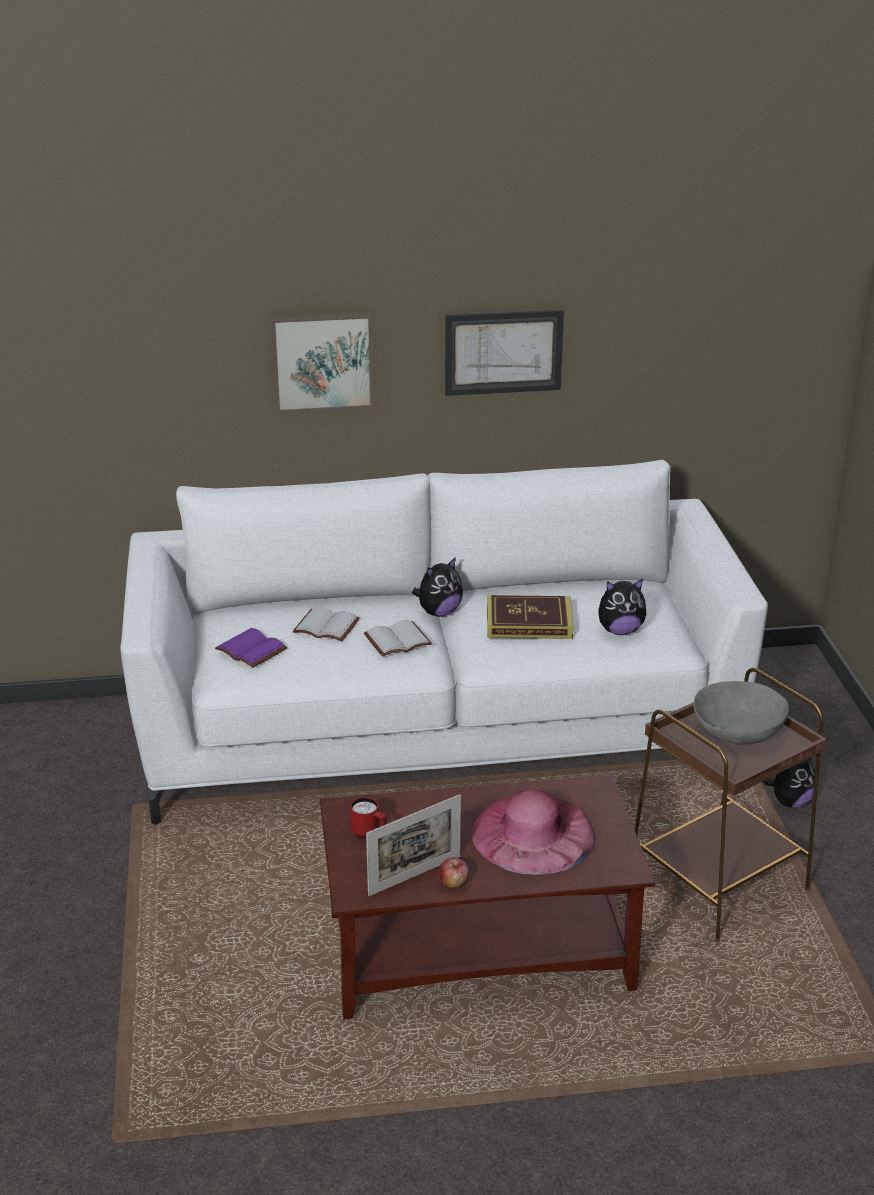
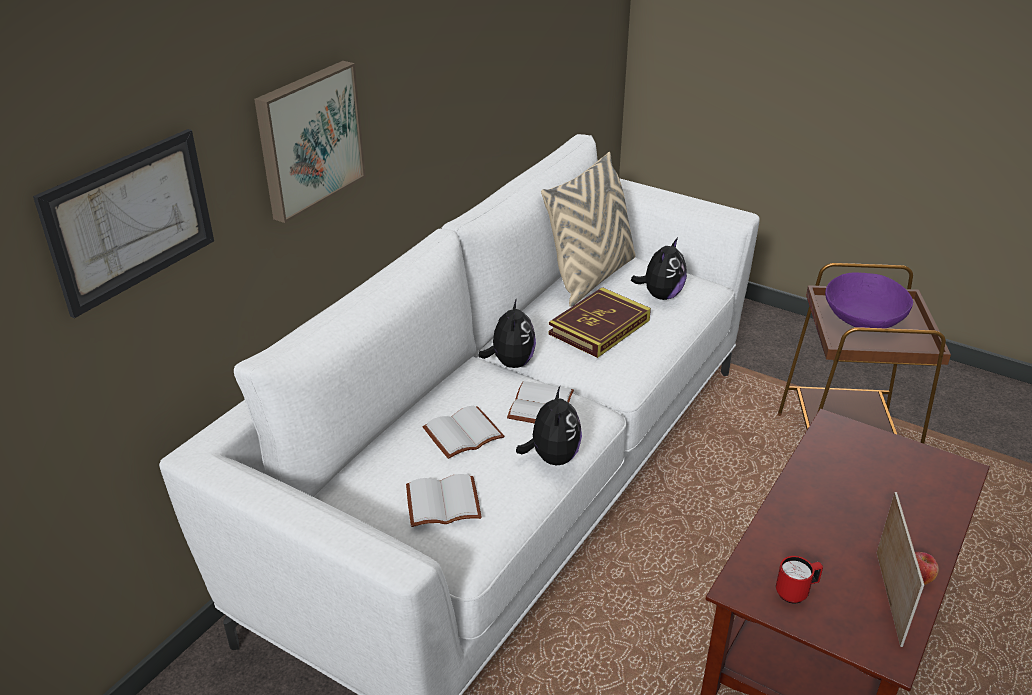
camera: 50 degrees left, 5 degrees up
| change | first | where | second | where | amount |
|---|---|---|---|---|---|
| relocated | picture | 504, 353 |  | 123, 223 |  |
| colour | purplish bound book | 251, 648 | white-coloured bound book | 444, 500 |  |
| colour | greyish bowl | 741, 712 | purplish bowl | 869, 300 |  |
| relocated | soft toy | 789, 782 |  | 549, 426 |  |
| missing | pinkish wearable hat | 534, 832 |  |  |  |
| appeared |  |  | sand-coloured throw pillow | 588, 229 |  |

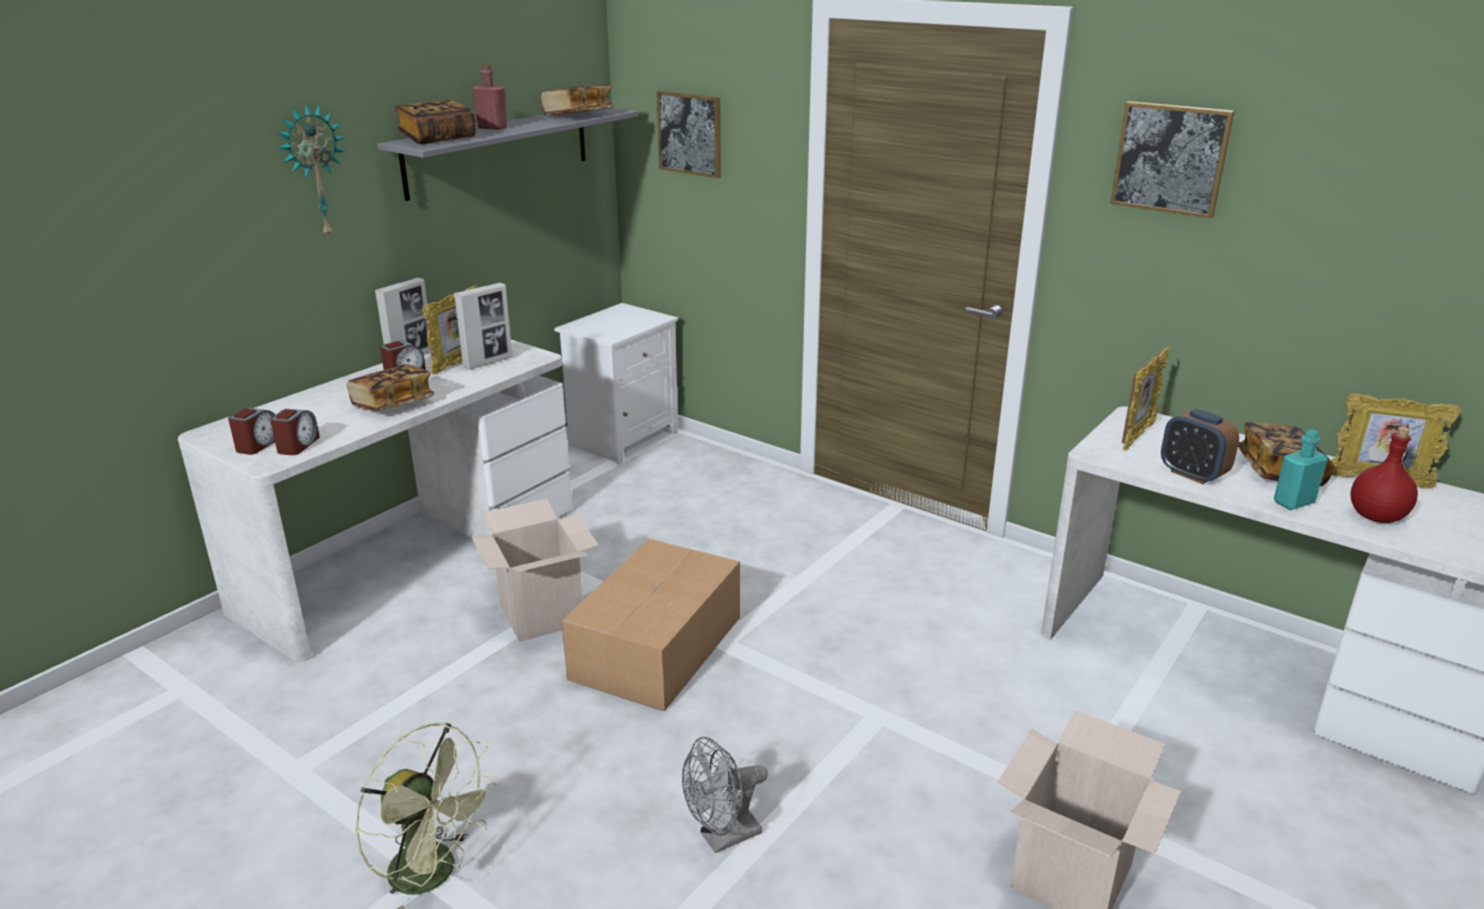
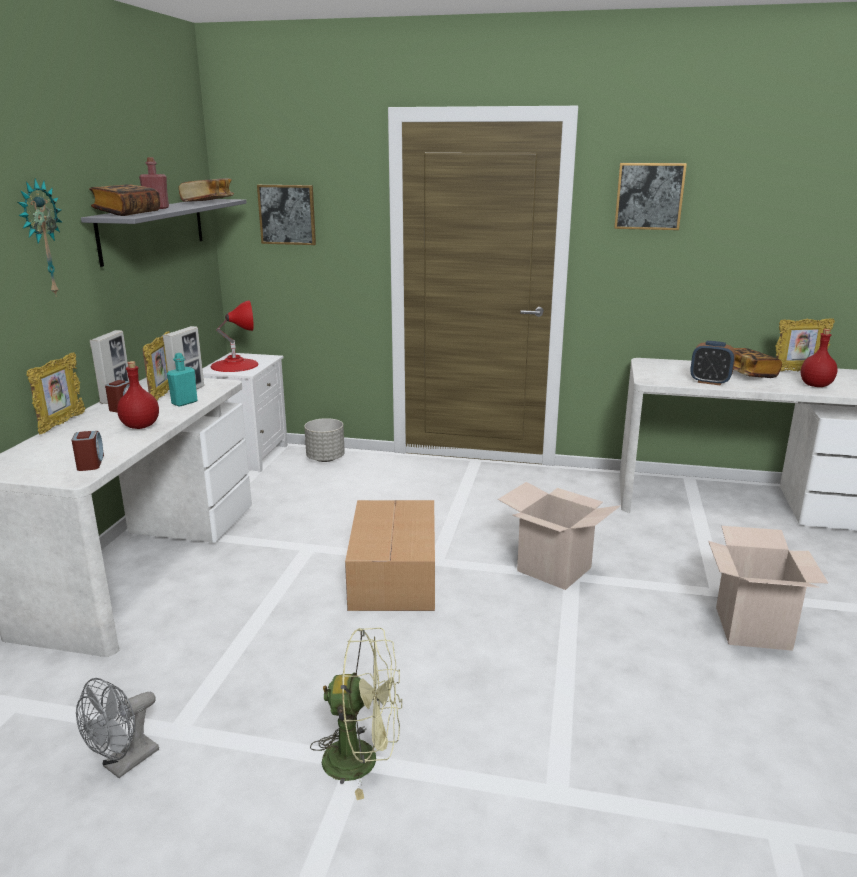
camera: 25 degrees left, 5 degrees down
| change | first | where | second | where | amount |
|---|---|---|---|---|---|
| relocated | standing frame | 1145, 399 |  | 55, 393 |  |
| exchanged | bound book | 390, 387 | red bottle | 138, 395 |  |
| missing | alarm clock | 251, 431 |  |  |  |
| relocated | turquoise-coloured bottle | 1301, 469 |  | 182, 380 |  |
| relocated | packing box | 535, 570 |  | 559, 536 |  |
| relocated | greyish fan | 725, 795 |  | 117, 728 |  |
| appeared |  |  | red lamp for a table | 235, 336 |  |
| appeared |  |  | greyish planter | 324, 440 |  |

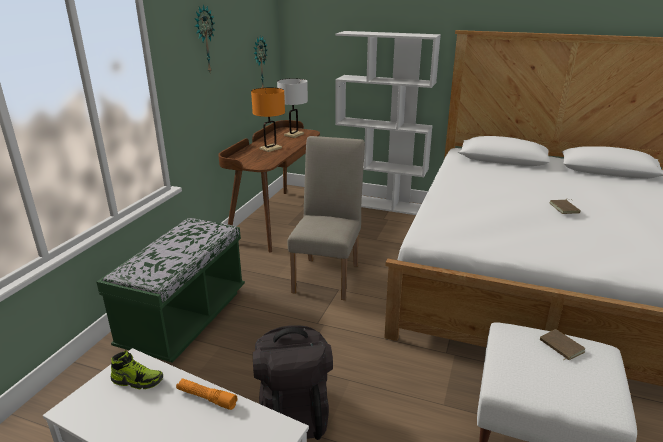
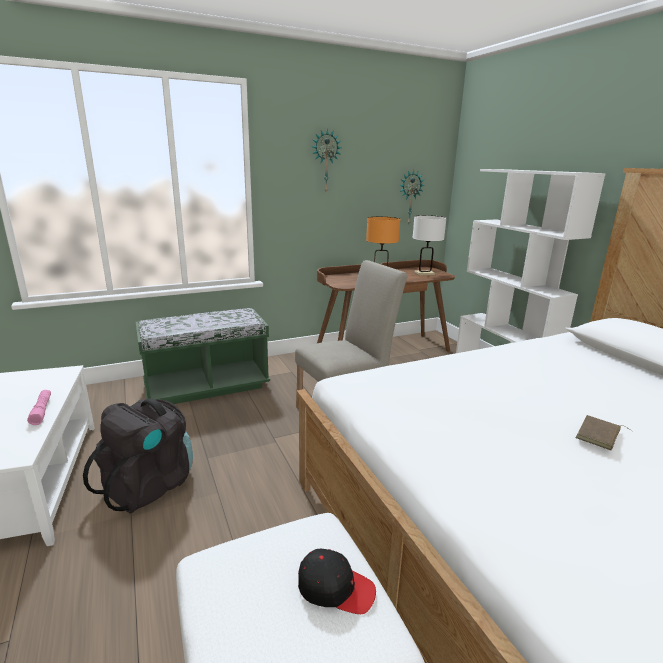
camera: 45 degrees right, 5 degrees down
| change | first | where | second | where | amount |
|---|---|---|---|---|---|
| exchanged | brown bound book | 563, 344 | black cap | 337, 581 |  |
| missing | item of footwear | 137, 370 |  |  |  |
| colour | orange torch | 206, 394 | pinkish torch | 39, 407 |  |

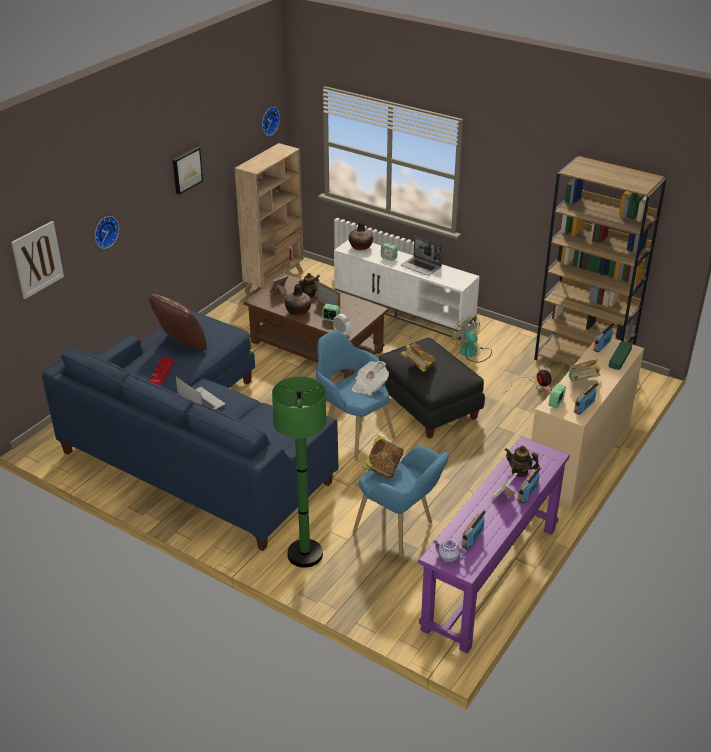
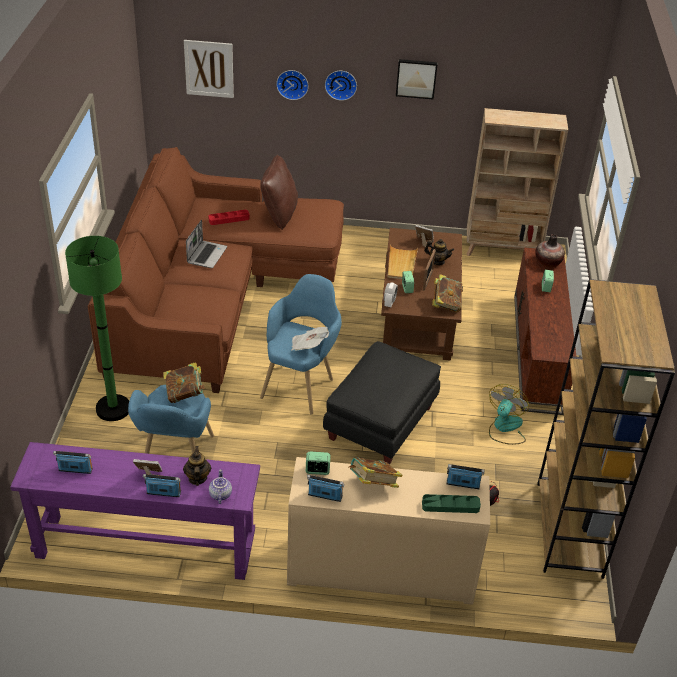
camera: 60 degrees right, 5 degrees up
| change | first | where | second | where | amount |
|---|---|---|---|---|---|
| relocated | wall clock | 271, 121 |  | 341, 86 |  |
| missing | portable computer | 422, 256 |  |  |  |
| colour | white-coloured tv unit | 407, 290 | brown tv unit | 545, 331 |  |
| exchanged | vase | 298, 300 | sand-coloured carrying tray | 402, 262 |  |
| colour | blue sofa | 190, 431 | brown sofa | 216, 270 |  |
| relocated | bound book | 418, 357 |  | 447, 293 |  |
| relocated | tea pot | 449, 551 |  | 220, 486 |  |

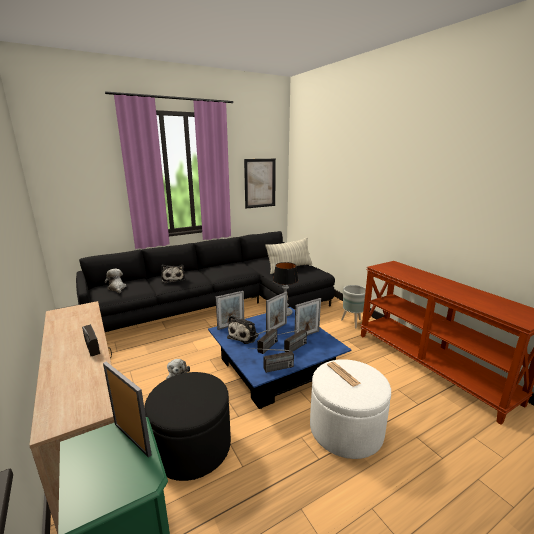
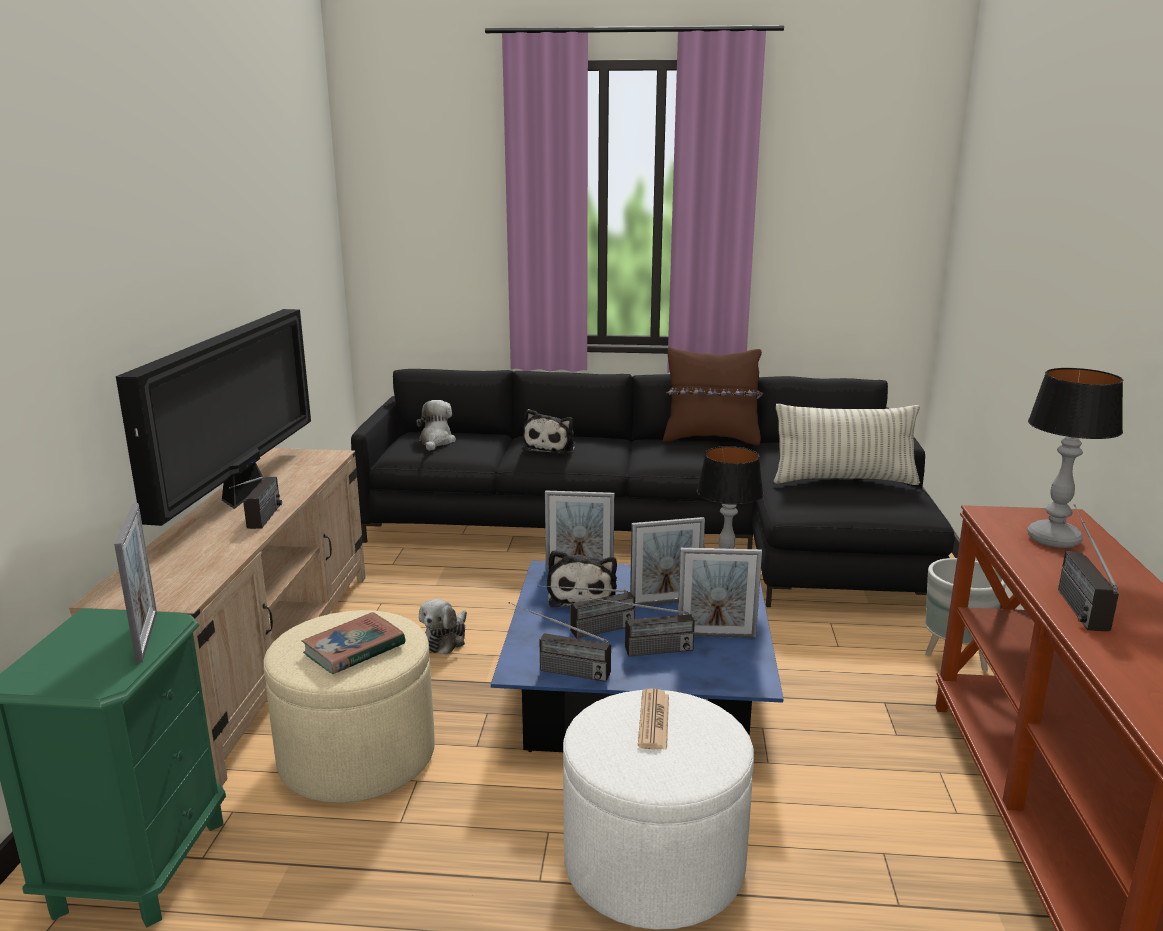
camera: 35 degrees right, 0 degrees up
| change | first | where | second | where | amount |
|---|---|---|---|---|---|
| missing | picture | 260, 183 |  |  |  |
| spun | soft toy | 243, 329 |  | 582, 578 | 60 degrees counterclockwise |
| colour | black footrest | 187, 426 | sand-coloured footrest | 349, 706 |  |
| appeared |  |  | television | 213, 417 |  |
| appeared |  |  | brown throw pillow | 713, 396 |  |
| appeared |  |  | lamp for a table | 1075, 458 |  |
| appeared |  |  | radio | 1088, 567 |  |
| appeared |  |  | bound book | 354, 643 |  |

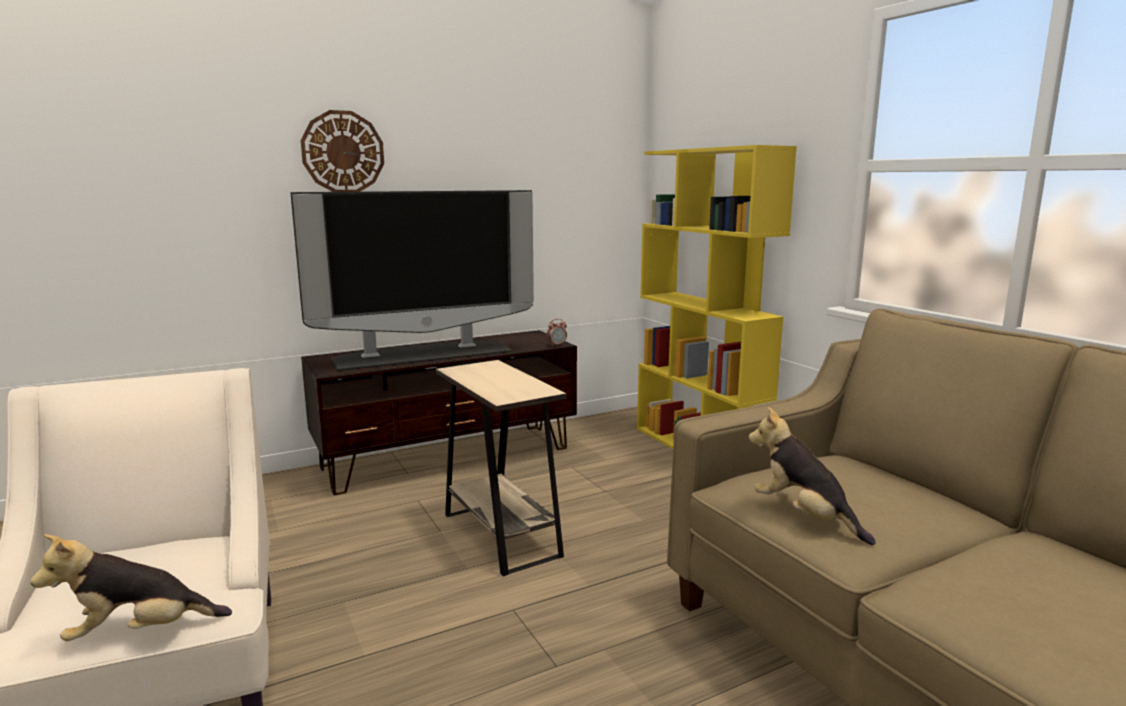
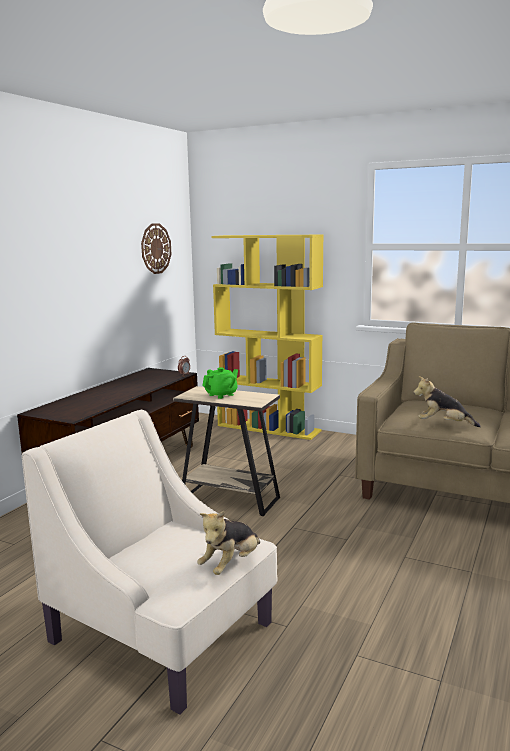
camera: 35 degrees left, 0 degrees up
| change | first | where | second | where | amount |
|---|---|---|---|---|---|
| relocated | wall clock | 342, 151 |  | 156, 248 |  |
| missing | television | 412, 280 |  |  |  |
| appeared |  |  | green-coloured tea pot | 220, 383 |  |

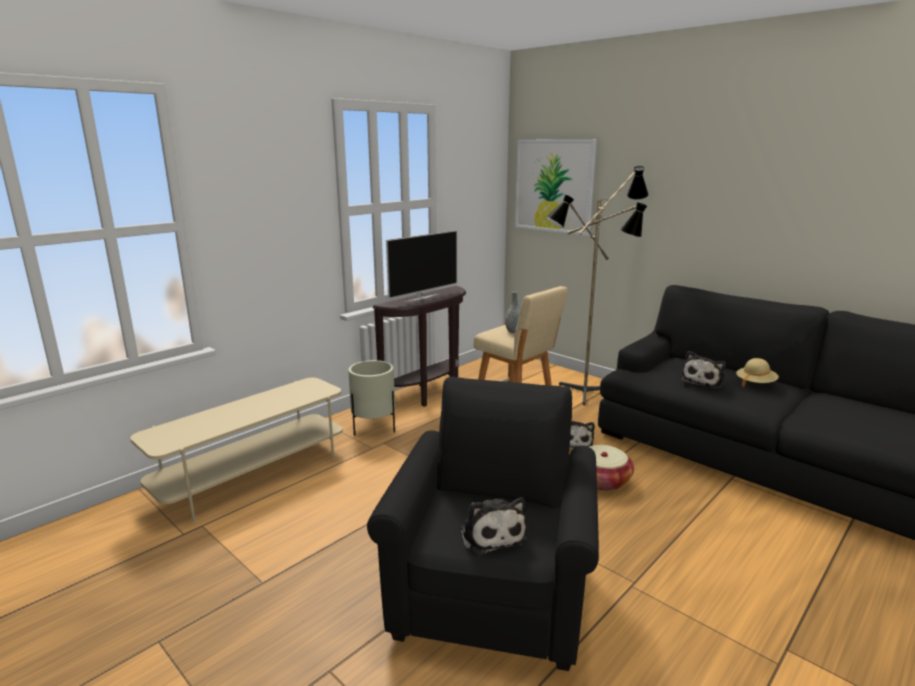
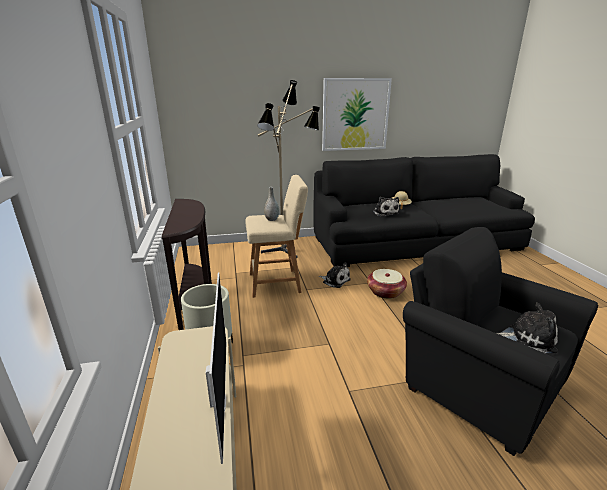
camera: 55 degrees left, 5 degrees up
| change | first | where | second | where | amount |
|---|---|---|---|---|---|
| relocated | picture | 556, 187 |  | 357, 114 |  |
| relocated | television | 421, 266 |  | 216, 368 |  |

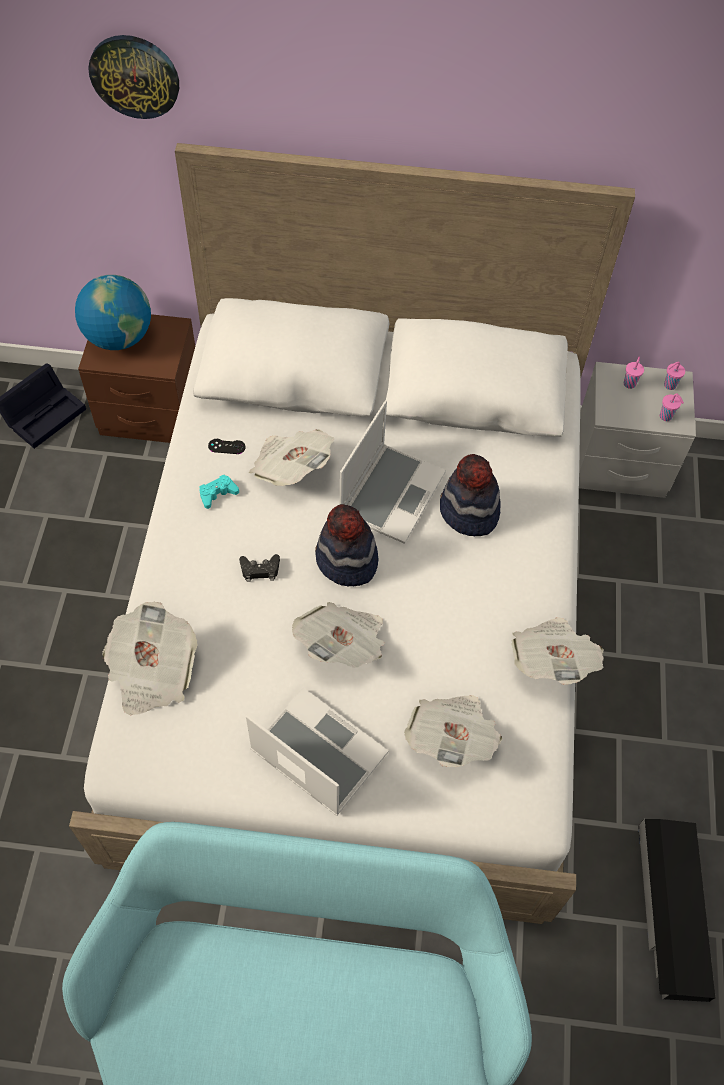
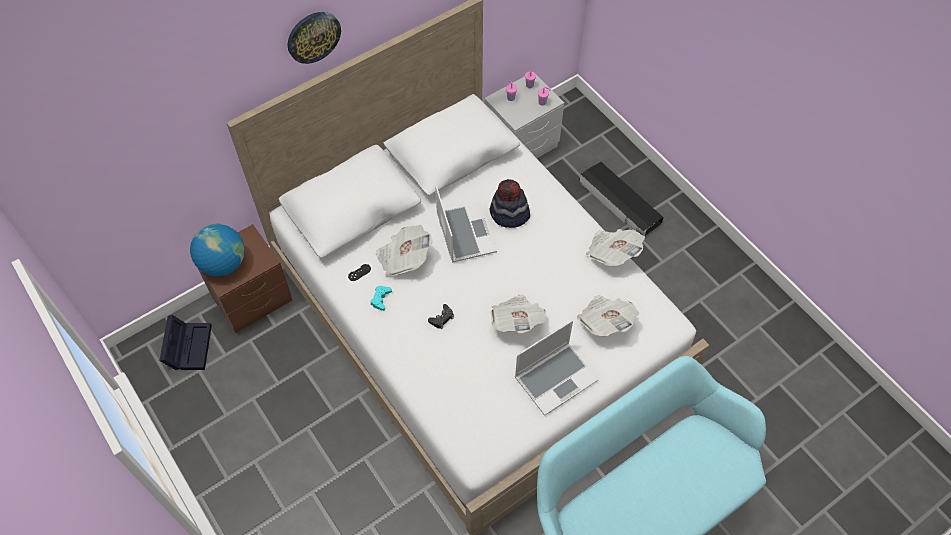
camera: 40 degrees left, 0 degrees up
| change | first | where | second | where | amount |
|---|---|---|---|---|---|
| relocated | wall clock | 133, 77 |  | 314, 38 |  |
| missing | wearable hat | 346, 545 |  |  |  |
| missing | printed paper | 150, 659 |  |  |  |
| spun | portable computer | 317, 752 |  | 557, 368 | 150 degrees clockwise |
| relocated | black storage container | 676, 910 |  | 621, 199 |  |

